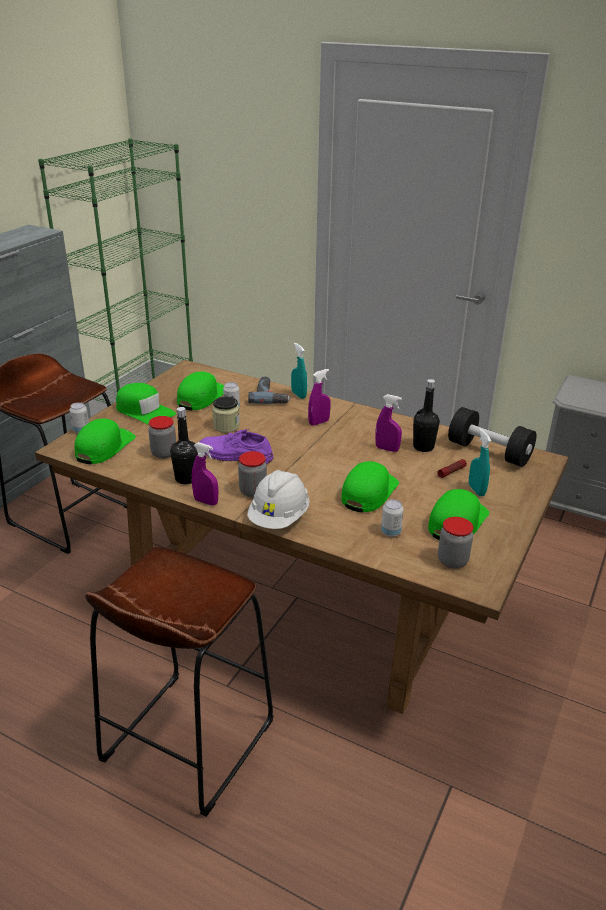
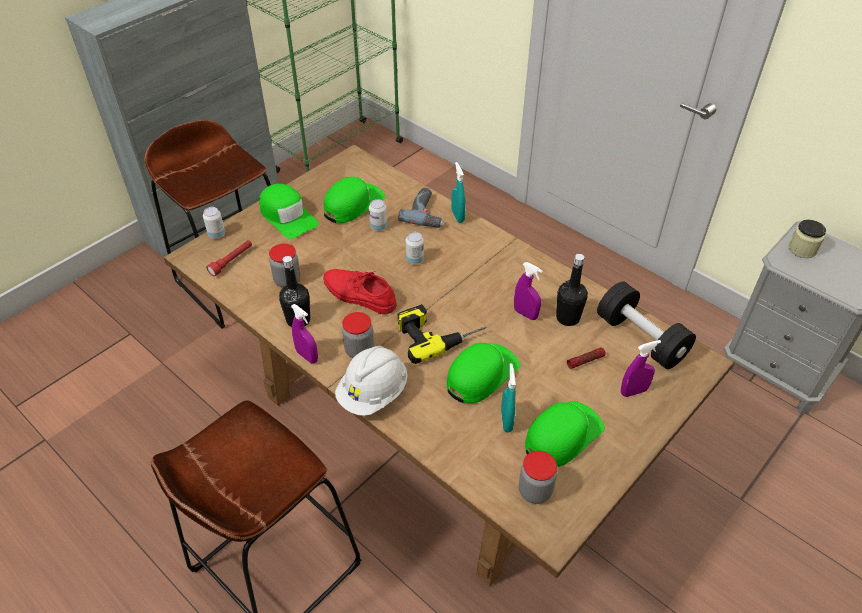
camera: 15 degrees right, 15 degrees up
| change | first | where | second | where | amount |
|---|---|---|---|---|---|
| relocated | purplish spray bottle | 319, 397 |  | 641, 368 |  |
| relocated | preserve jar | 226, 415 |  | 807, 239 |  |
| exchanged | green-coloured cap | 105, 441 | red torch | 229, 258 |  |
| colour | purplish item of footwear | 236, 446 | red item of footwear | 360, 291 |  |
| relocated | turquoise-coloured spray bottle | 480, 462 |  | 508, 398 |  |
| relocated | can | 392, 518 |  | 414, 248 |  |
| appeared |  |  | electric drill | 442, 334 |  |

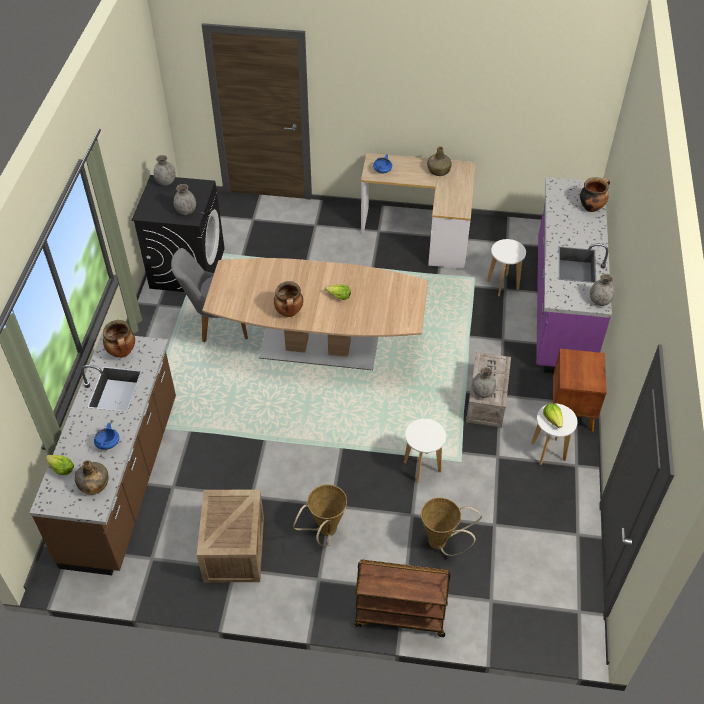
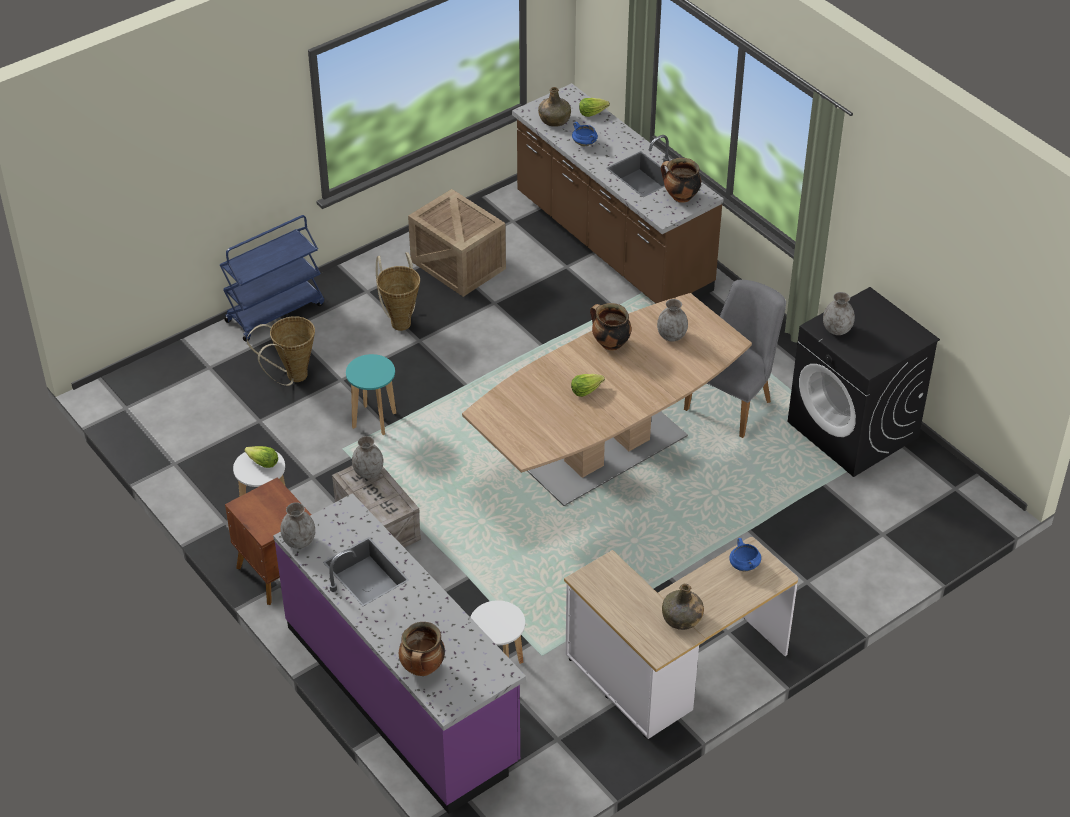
camera: 135 degrees right, 5 degrees down
| change | first | where | second | where | amount |
|---|---|---|---|---|---|
| relocated | greyish vase | 164, 170 |  | 672, 320 |  |
| colour | white-coloured stool seat | 425, 451 | turquoise-coloured stool seat | 371, 394 |  |
| colour | brown wheeled cart | 402, 598 | blue wheeled cart | 272, 278 |  |

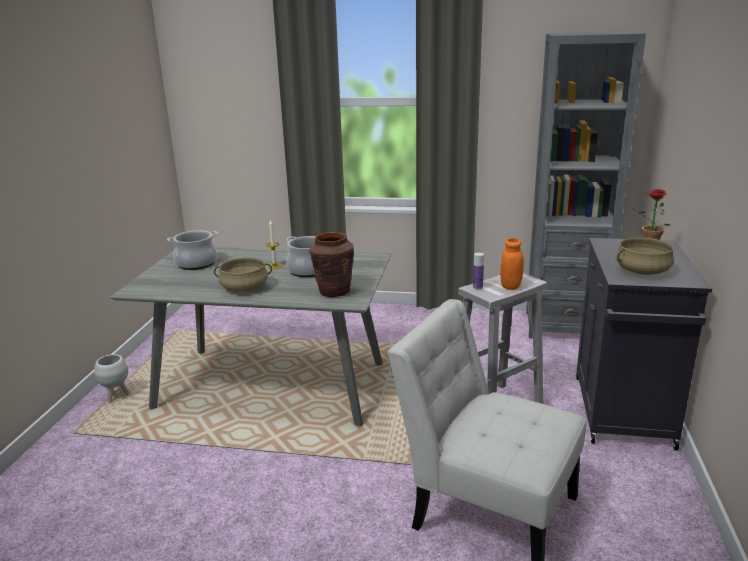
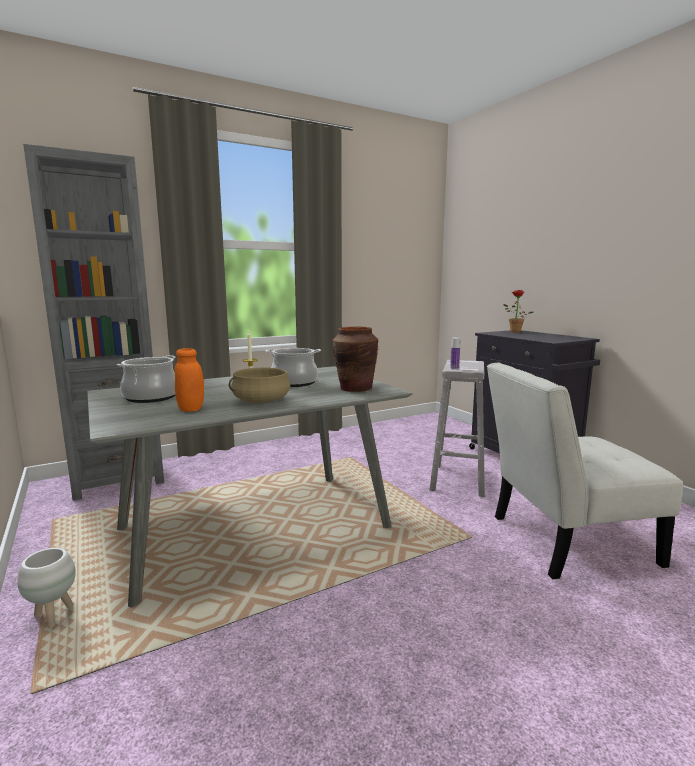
camera: 40 degrees left, 10 degrees down
| change | first | where | second | where | amount |
|---|---|---|---|---|---|
| relocated | greyish shelving unit | 586, 185 |  | 93, 322 |  |
| missing | sand-coloured stockpot | 645, 256 |  |  |  |
| relocated | orange preserve jar | 512, 264 |  | 189, 380 |  |

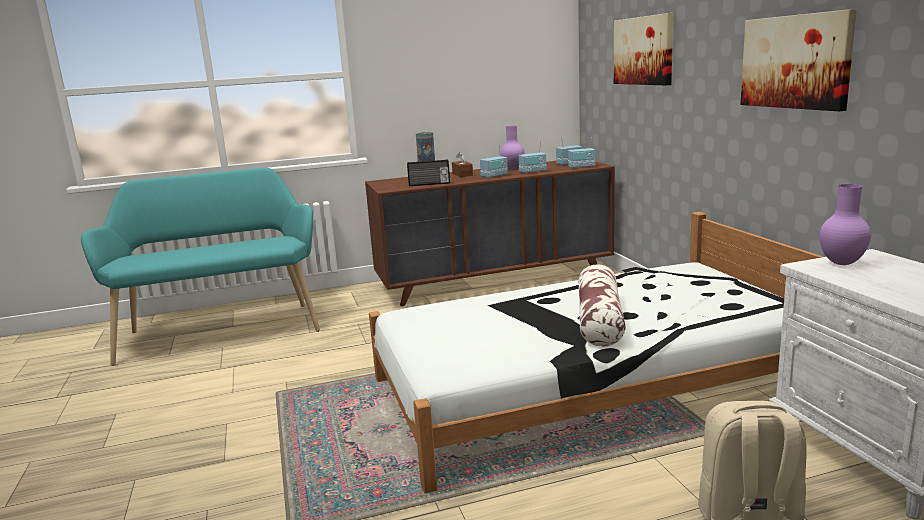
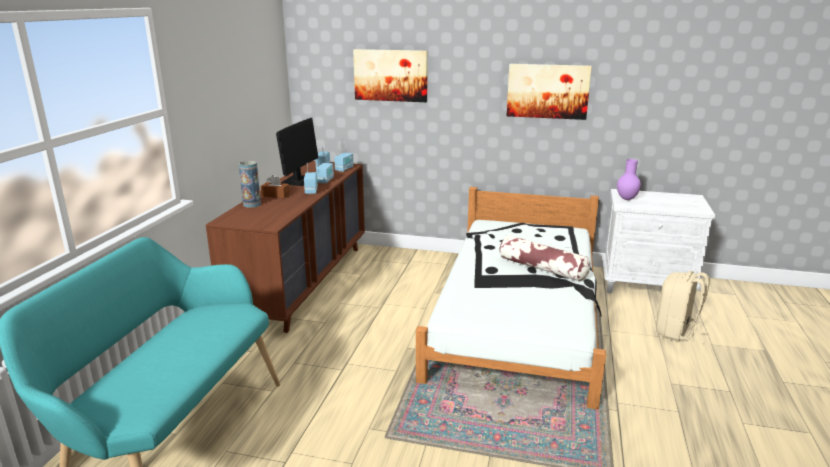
camera: 60 degrees left, 5 degrees up
| change | first | where | second | where | amount |
|---|---|---|---|---|---|
| exchanged | purplish vase | 512, 148 | monitor | 297, 152 |  |
| missing | radio | 428, 172 |  |  |  |

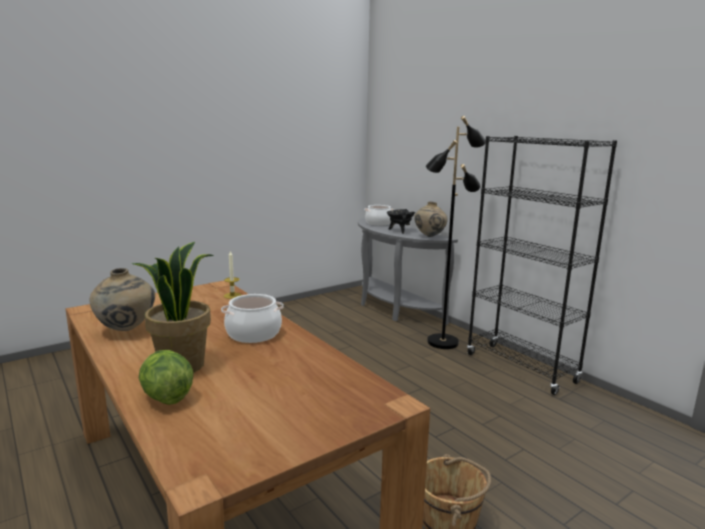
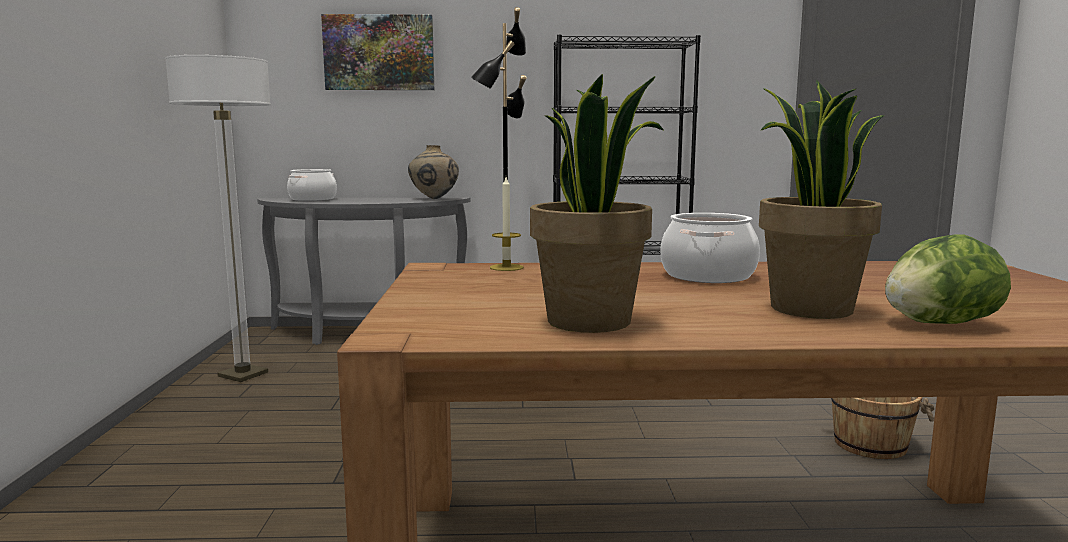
camera: 55 degrees left, 5 degrees down
| change | first | where | second | where | amount |
|---|---|---|---|---|---|
| missing | black stockpot | 401, 221 |  |  |  |
| exchanged | sand-coloured vase | 122, 299 | plant in a pot | 597, 203 |  |
| appeared |  |  | picture | 377, 52 |  |
| appeared |  |  | standing lamp | 218, 218 |  |

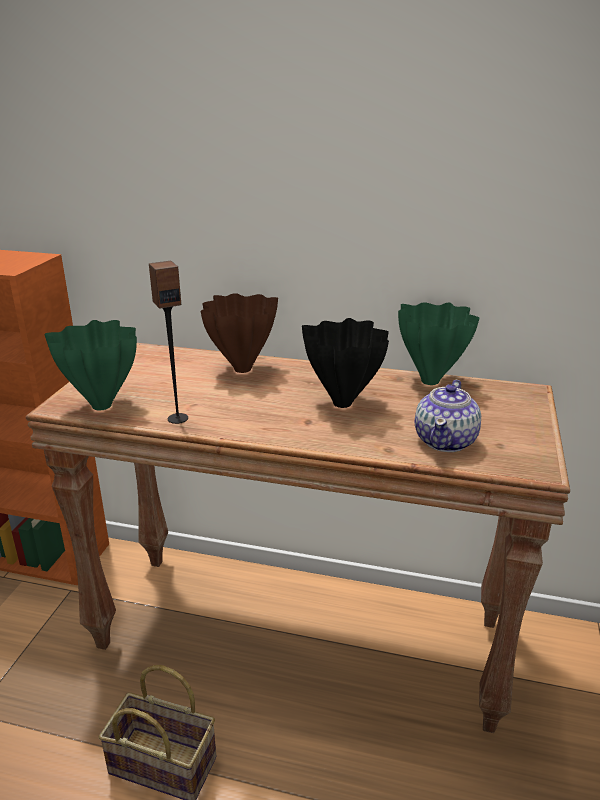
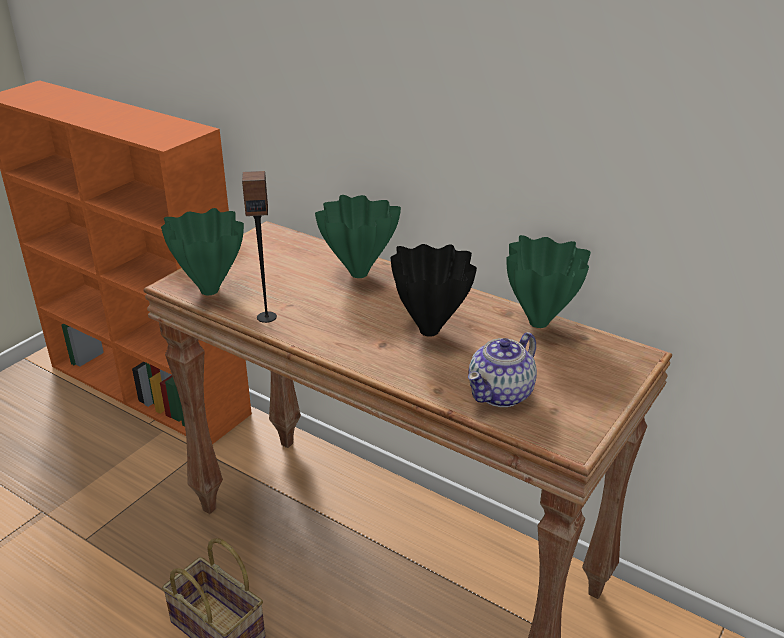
camera: 20 degrees right, 5 degrees up
| change | first | where | second | where | amount |
|---|---|---|---|---|---|
| colour | brown vase | 239, 333 | green-coloured vase | 358, 236 |  |

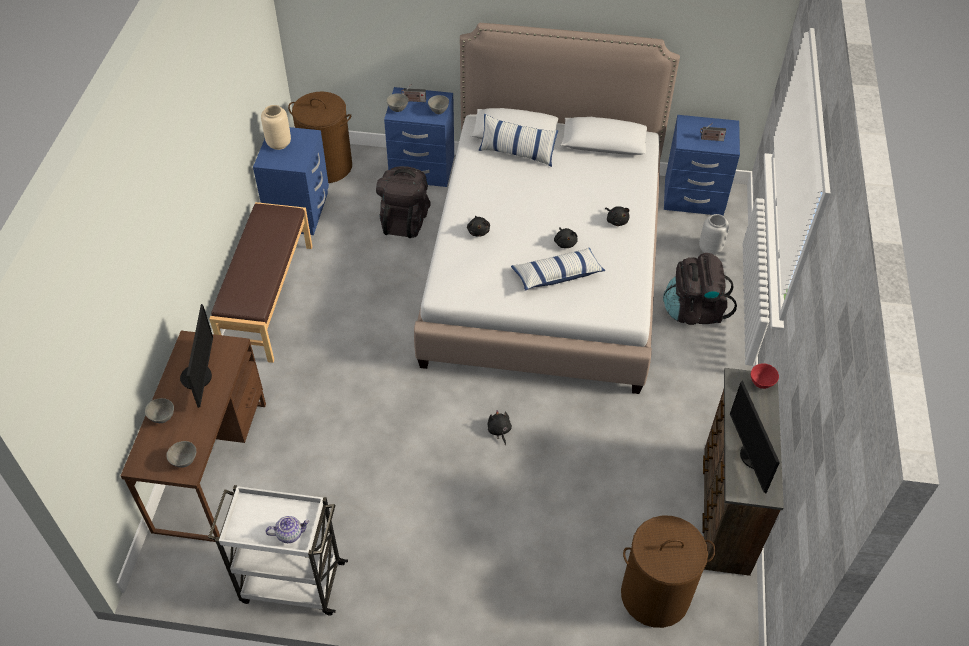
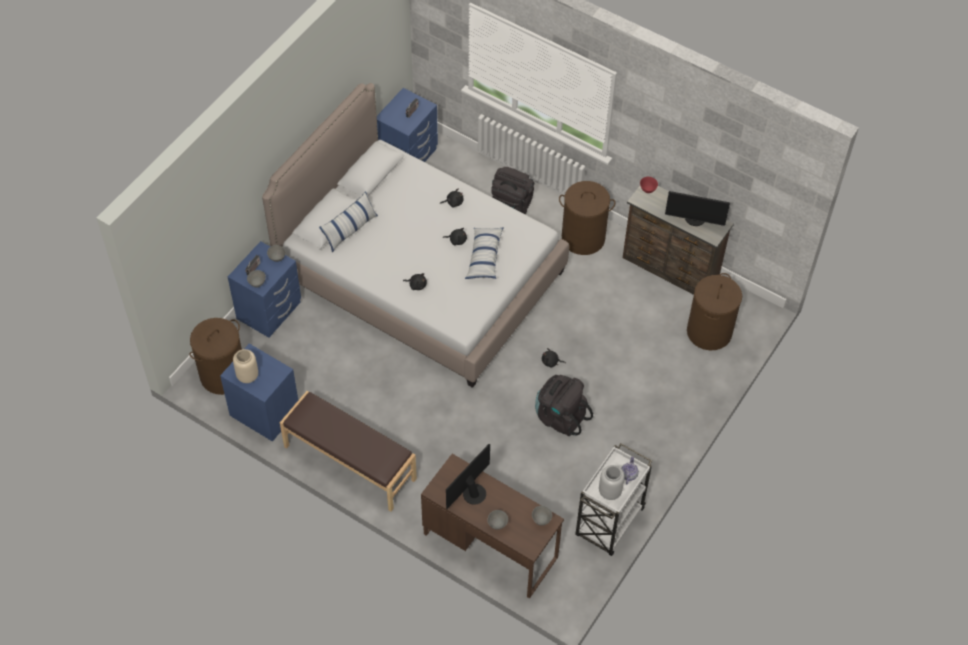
camera: 65 degrees left, 5 degrees up
| change | first | where | second | where | amount |
|---|---|---|---|---|---|
| relocated | black knapsack | 403, 202 |  | 564, 405 |  |
| relocated | greyish vase | 714, 234 |  | 612, 482 |  |
| spun | monitor | 196, 356 |  | 468, 476 | 75 degrees counterclockwise |
| appeared |  |  | brown laundry basket | 587, 218 |  |

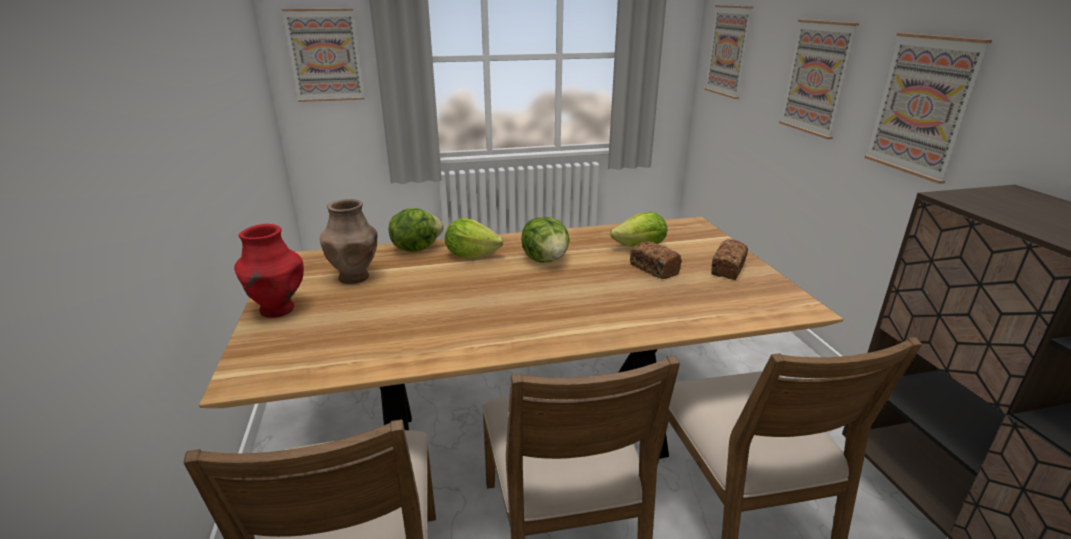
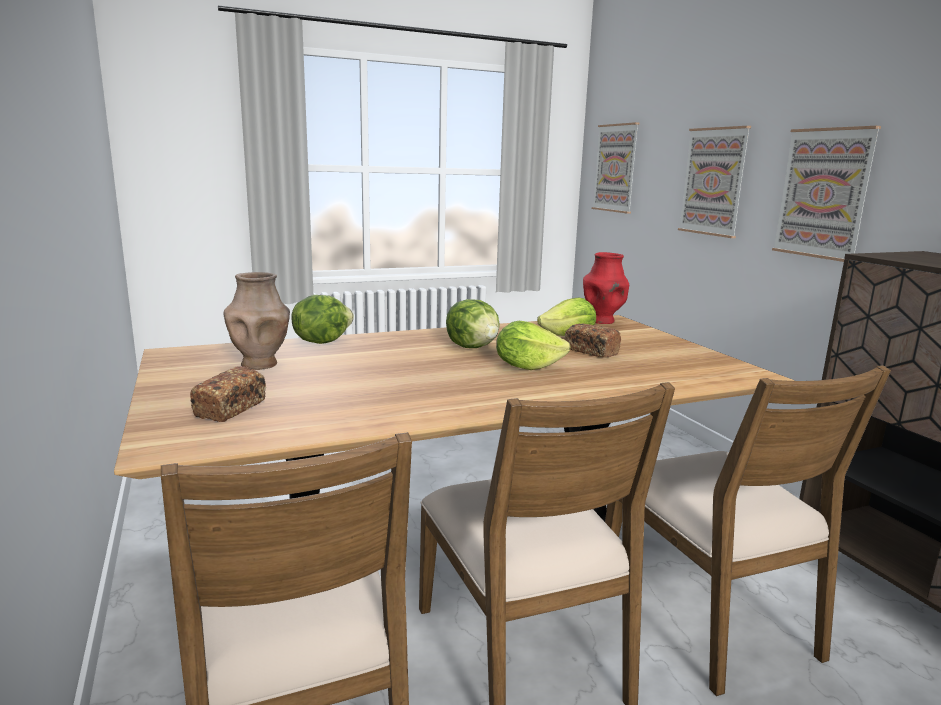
camera: 10 degrees left, 10 degrees down
| change | first | where | second | where | amount |
|---|---|---|---|---|---|
| missing | picture | 323, 55 |  |  |  |
| relocated | lettuce | 474, 238 |  | 533, 345 |  |
| relocated | red vase | 269, 271 |  | 606, 288 |  |
| relocated | baked bread | 729, 259 |  | 228, 394 |  |

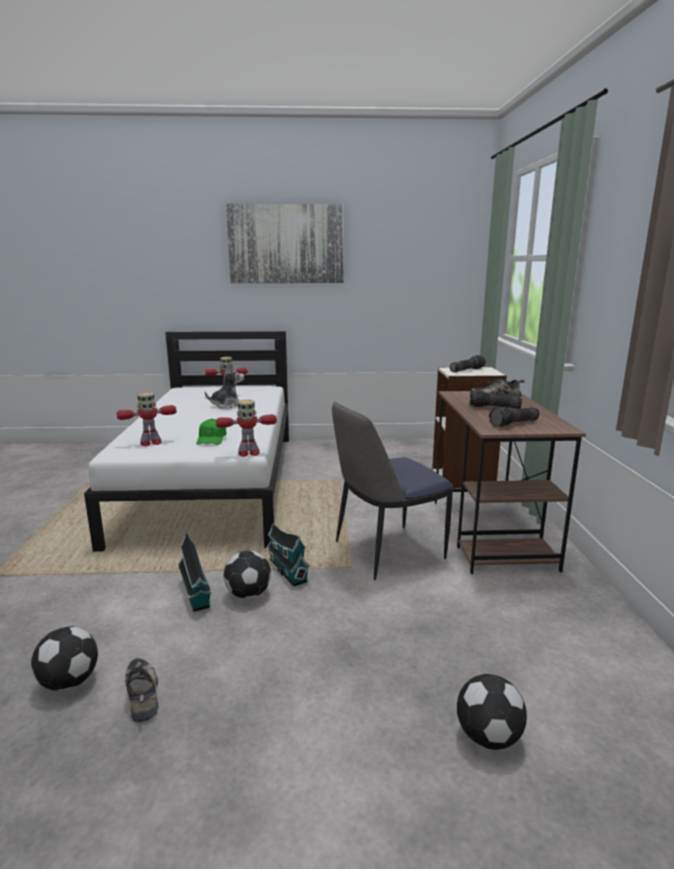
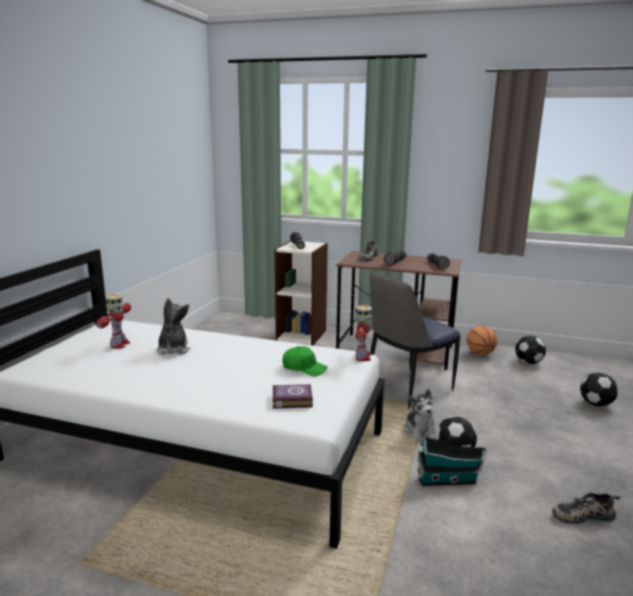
camera: 70 degrees left, 0 degrees up
| change | first | where | second | where | amount |
|---|---|---|---|---|---|
| missing | picture | 285, 243 |  |  |  |
| exchanged | robot figure | 146, 419 | bound book | 293, 396 |  |
| spun | chair | 392, 490 |  | 415, 340 | 60 degrees clockwise |
| exchanged | miniature house | 288, 555 | soft toy | 420, 415 |  |
| relocated | football | 64, 659 |  | 530, 350 |  |
| appeared |  |  | ball for basketball | 482, 340 |  |

